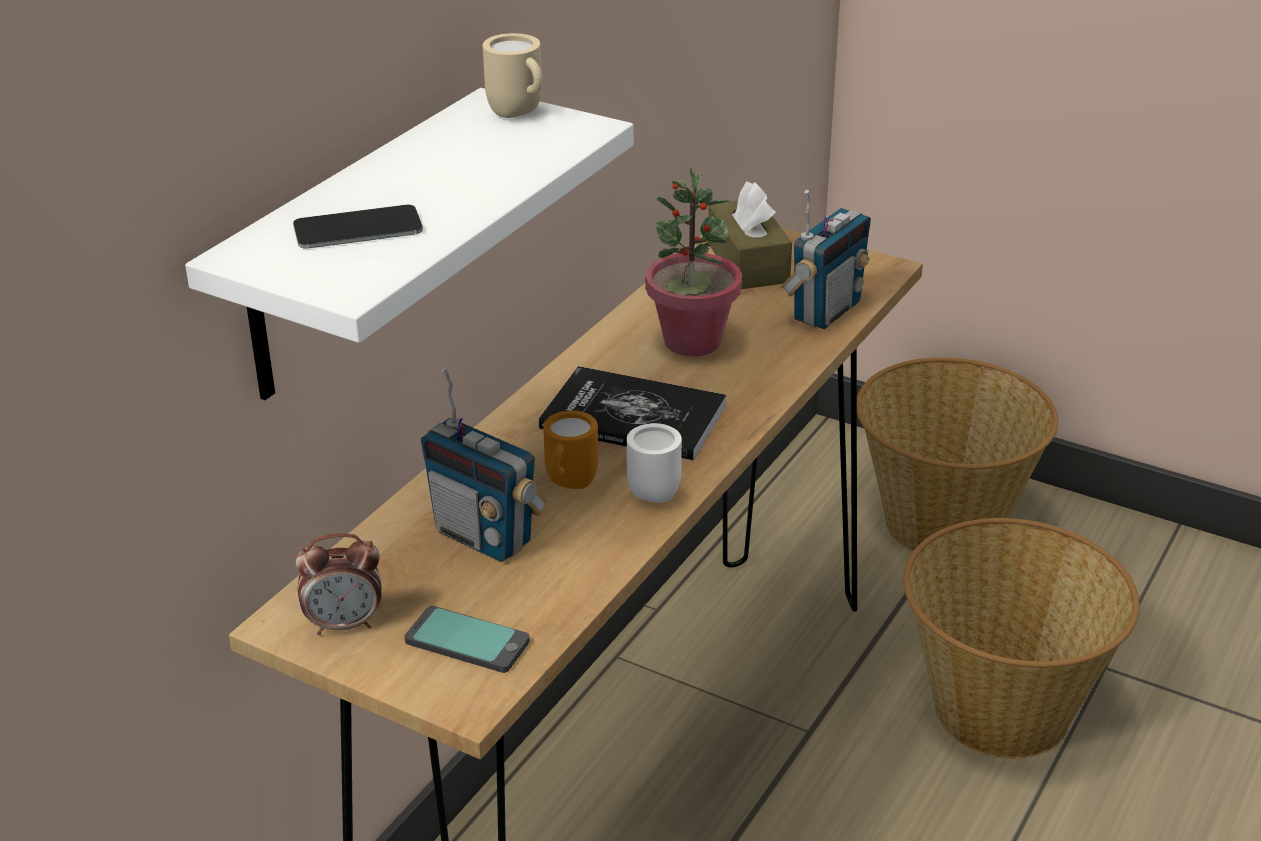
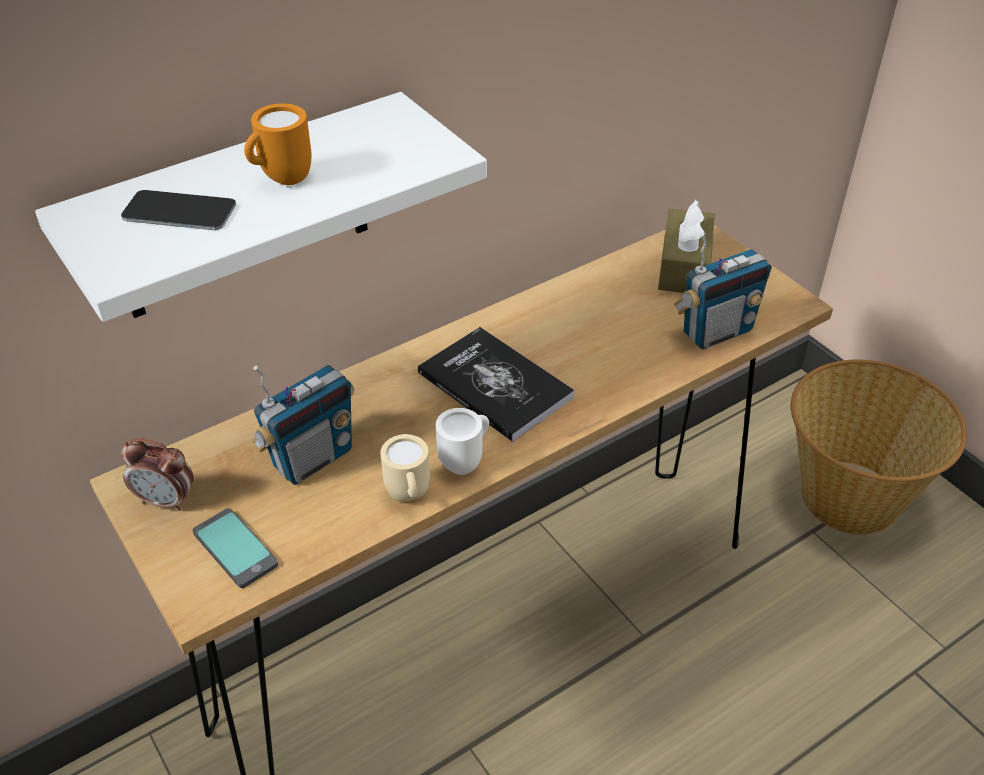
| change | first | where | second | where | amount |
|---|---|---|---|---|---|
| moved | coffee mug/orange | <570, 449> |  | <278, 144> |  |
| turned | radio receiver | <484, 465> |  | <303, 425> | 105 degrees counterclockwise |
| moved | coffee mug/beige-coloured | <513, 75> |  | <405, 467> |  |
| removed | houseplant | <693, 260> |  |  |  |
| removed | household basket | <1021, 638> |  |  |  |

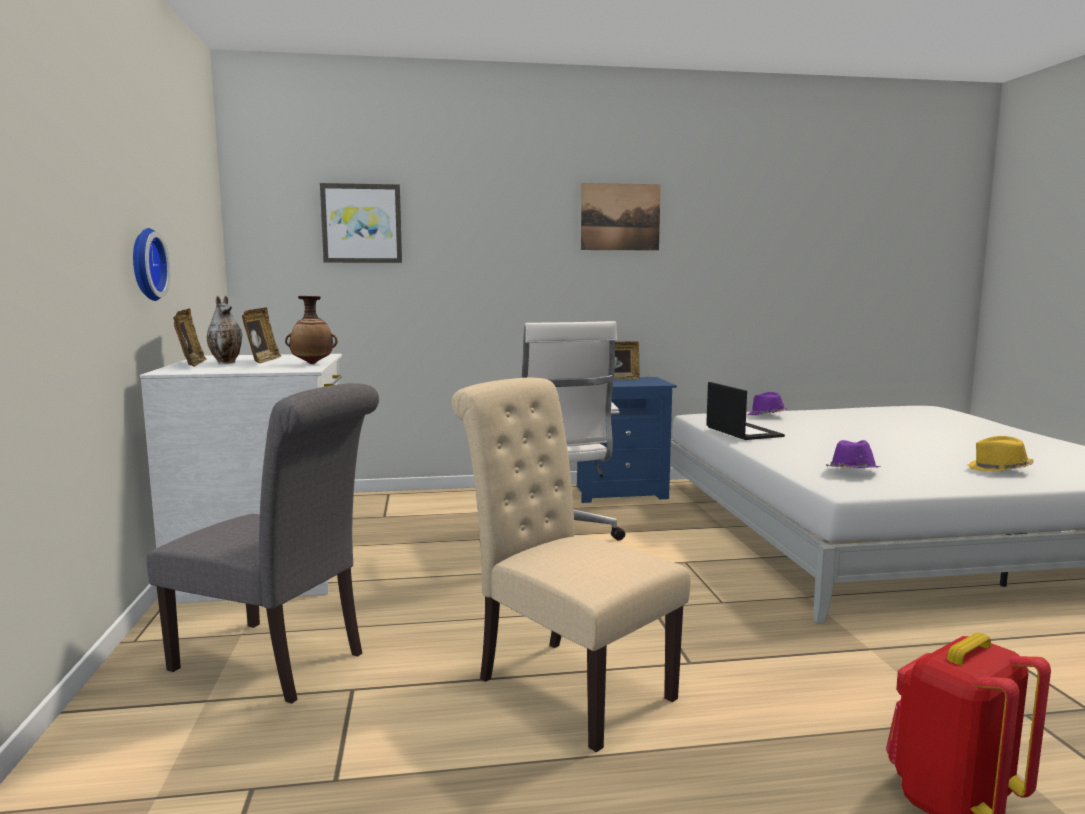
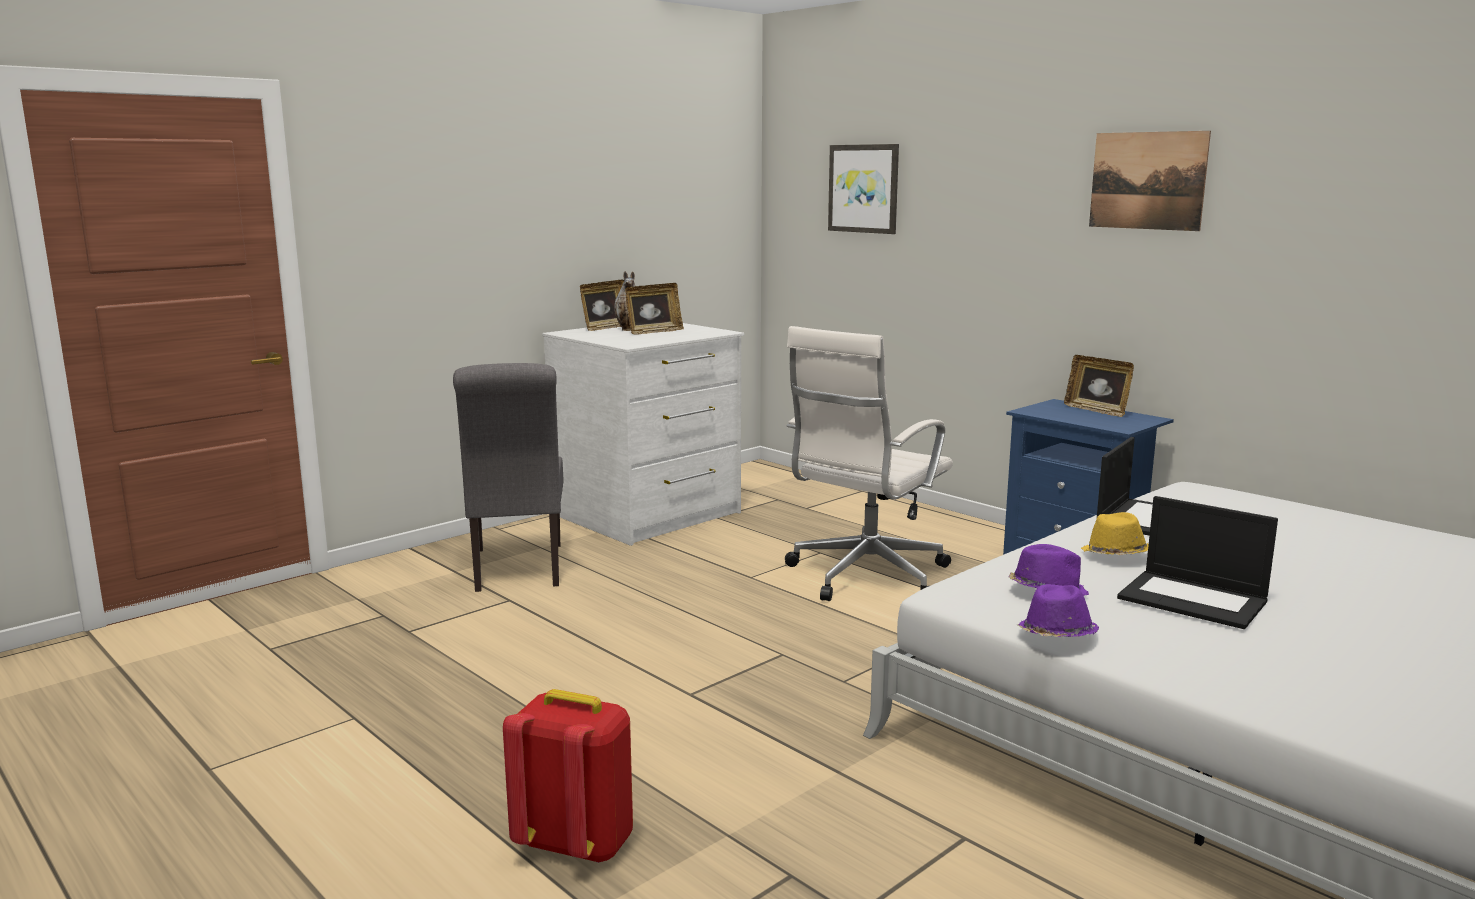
| change | first | where | second | where | amount |
|---|---|---|---|---|---|
| moved | hat/purplish | <768, 404> |  | <1058, 610> |  |
| moved | hat/yellow-coloured | <1000, 454> |  | <1115, 533> |  |
| added |  |  | notebook computer | <1197, 562> |  |
| removed | hanging clock | <151, 264> |  |  |  |
| removed | decorative vase | <311, 330> |  |  |  |
| removed | chair/beige-coloured | <571, 565> |  |  |  |

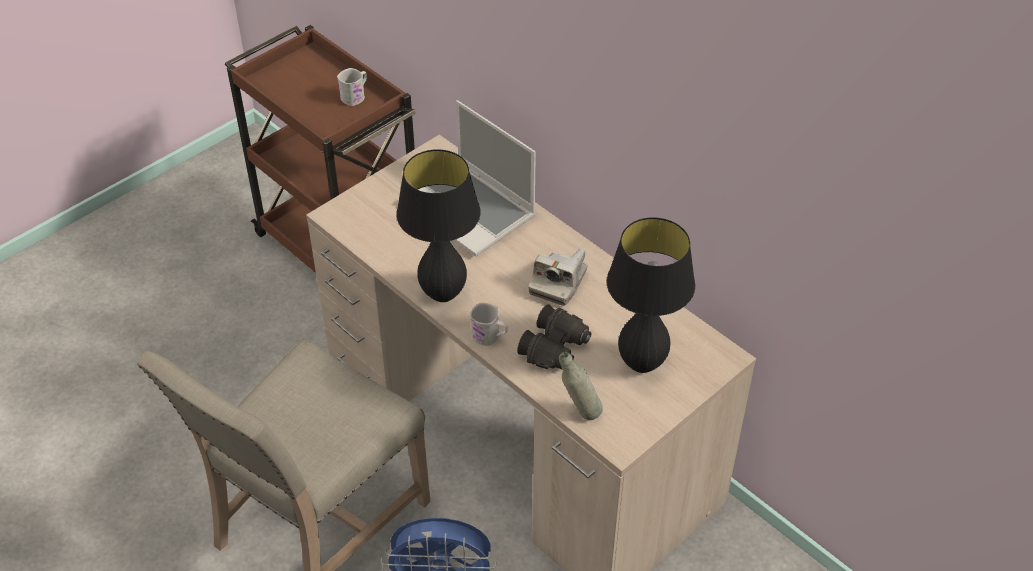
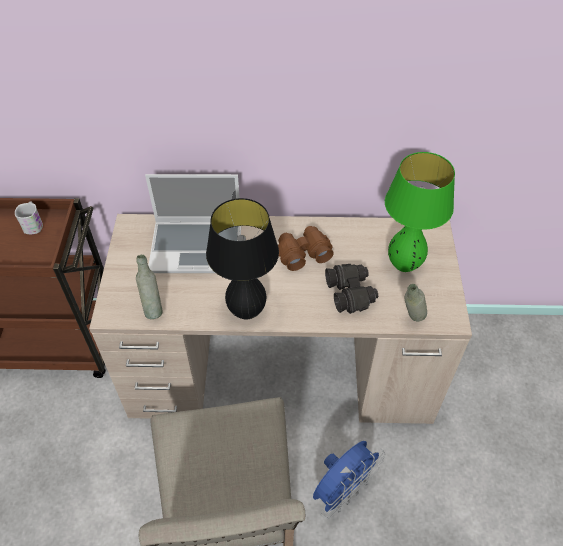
| change | first | where | second | where | amount |
|---|---|---|---|---|---|
| added |  |  | beverage bottle/greyish | <149, 286> |  |
| replaced | photo camera | <558, 277> | field glasses/brown | <306, 248> |  |
| recoloured | table lamp/blackish | <651, 295> | table lamp/green | <420, 212> |  |
| removed | coffee mug/whitish | <489, 324> |  |  |  |

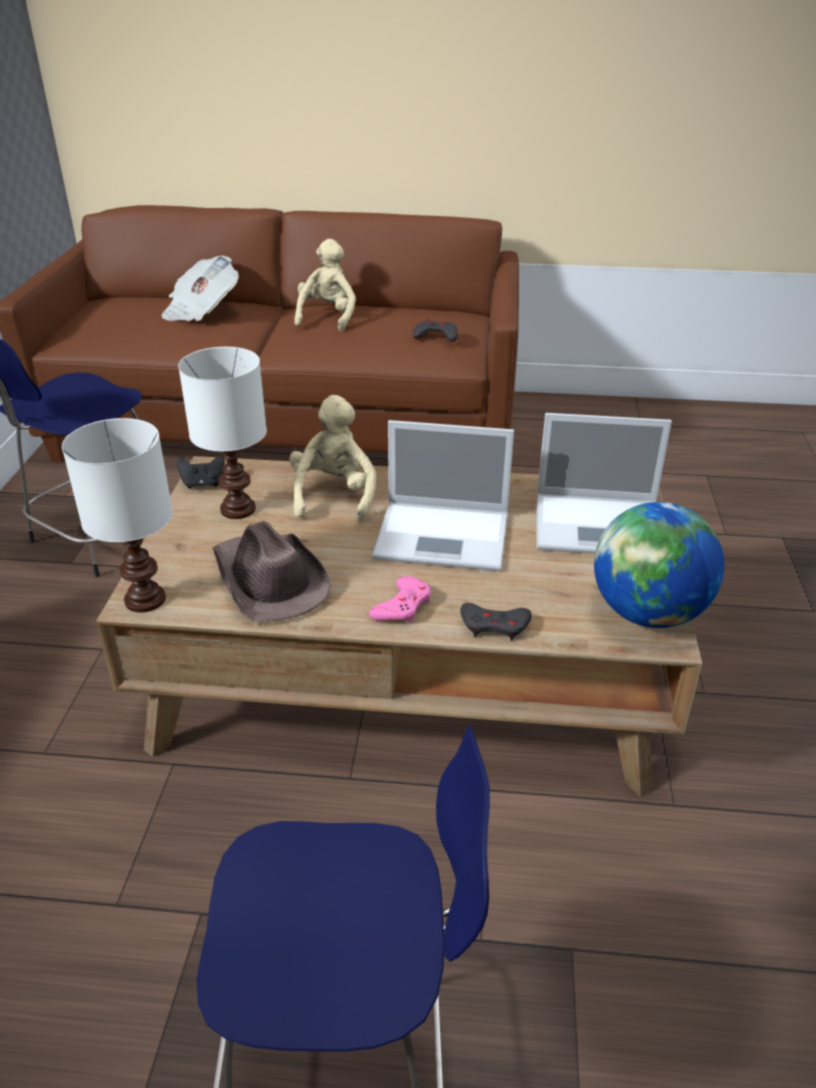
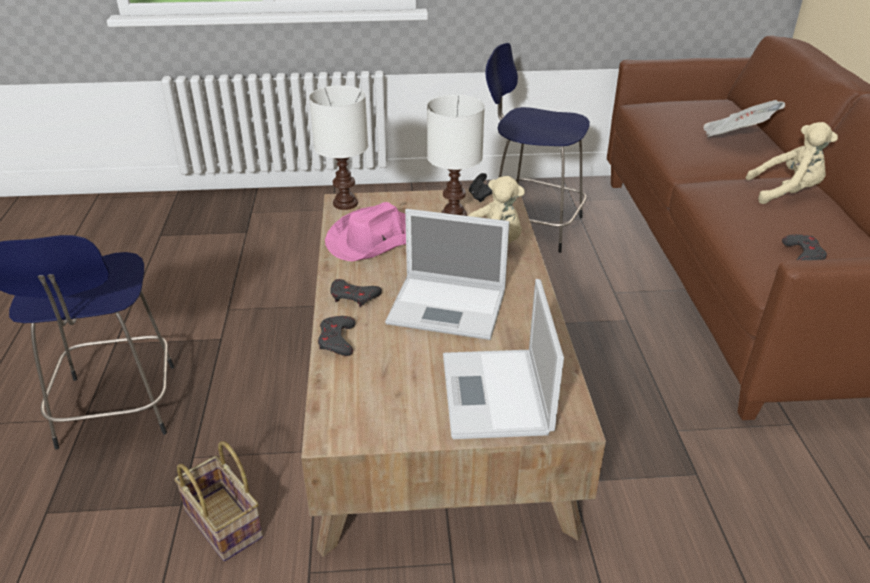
| change | first | where | second | where | amount |
|---|---|---|---|---|---|
| added |  |  | household basket | <218, 501> |  |
| recoloured | hat/brown | <271, 571> | hat/pink-coloured | <365, 231> |  |
| recoloured | gamepad/pink-coloured | <400, 599> | gamepad/greyish | <356, 293> |  |
| turned | notebook computer | <443, 495> |  | <447, 274> | 75 degrees counterclockwise |
| removed | desk globe | <659, 565> |  |  |  |

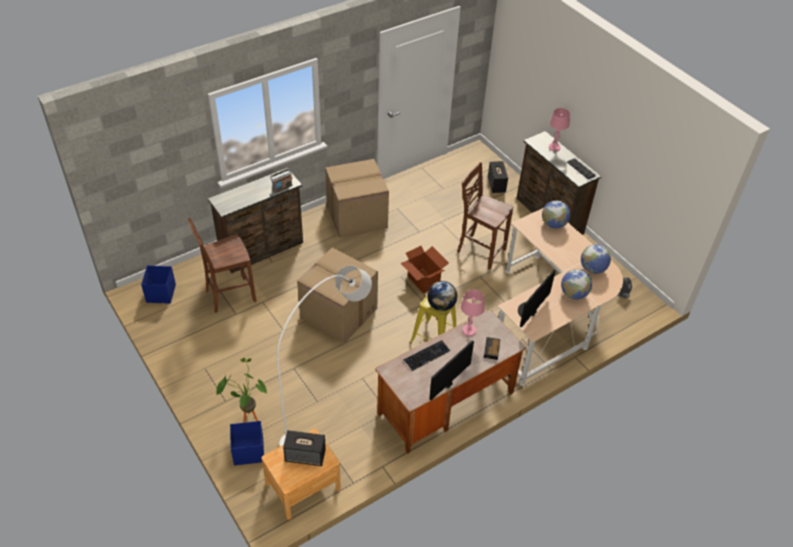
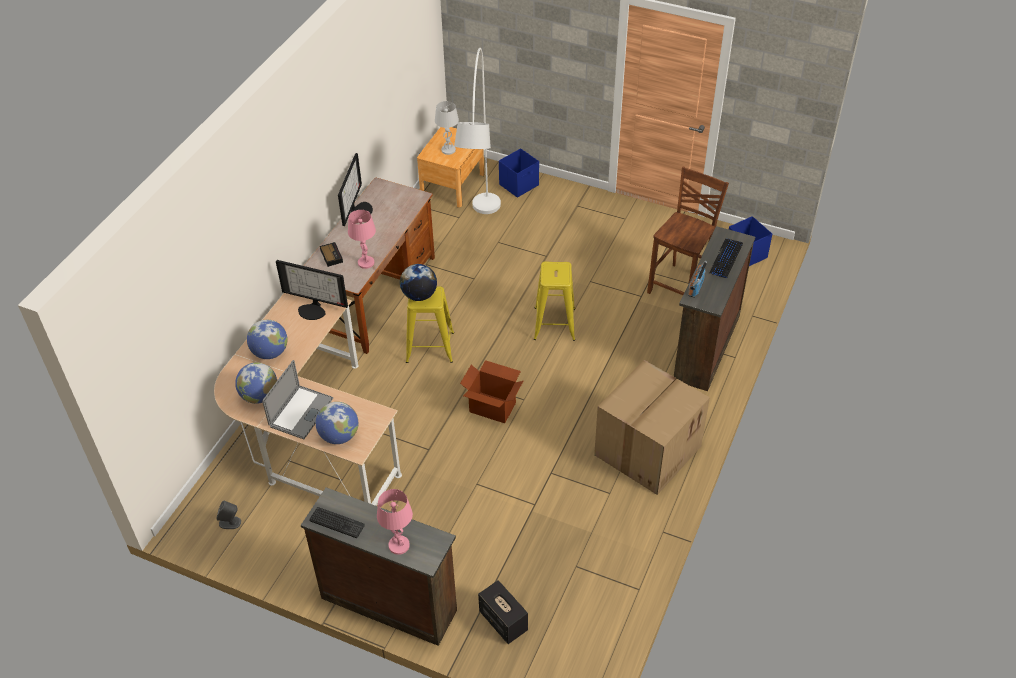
| change | first | where | second | where | amount |
|---|---|---|---|---|---|
| added |  |  | notebook computer | <297, 399> |  |
| turned | computer display | <537, 298> |  | <312, 290> | 105 degrees clockwise |
| replaced | speaker | <304, 448> | table lamp/whitish | <447, 128> |  |
| replaced | cardboard box | <337, 295> | stool/yellow-coloured | <554, 301> |  |
| moved | computer keyboard | <426, 355> |  | <726, 259> |  |
| removed | houseplant | <241, 390> |  |  |  |
| removed | chair/brown | <485, 216> |  |  |  |

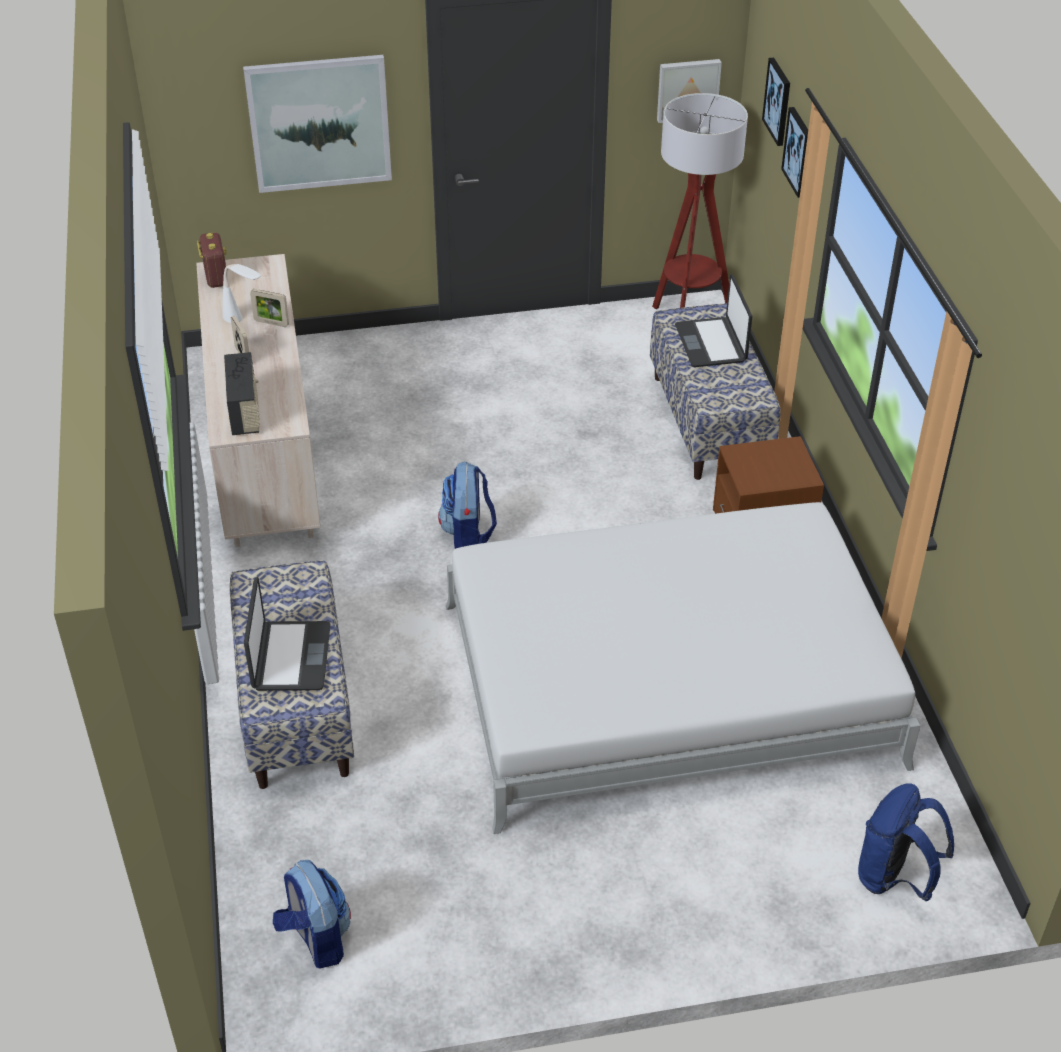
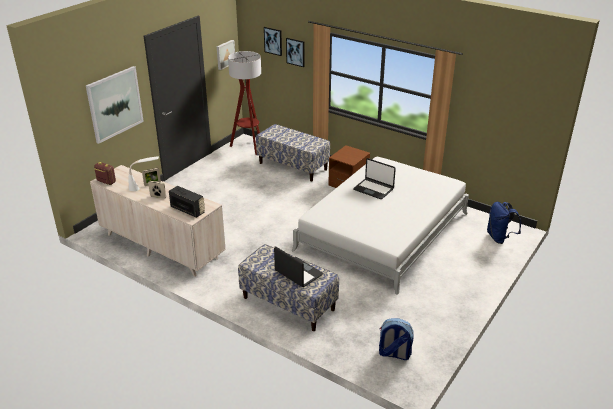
| change | first | where | second | where | amount |
|---|---|---|---|---|---|
| moved | notebook computer | <713, 320> |  | <374, 178> |  |
| removed | backpack | <467, 505> |  |  |  |

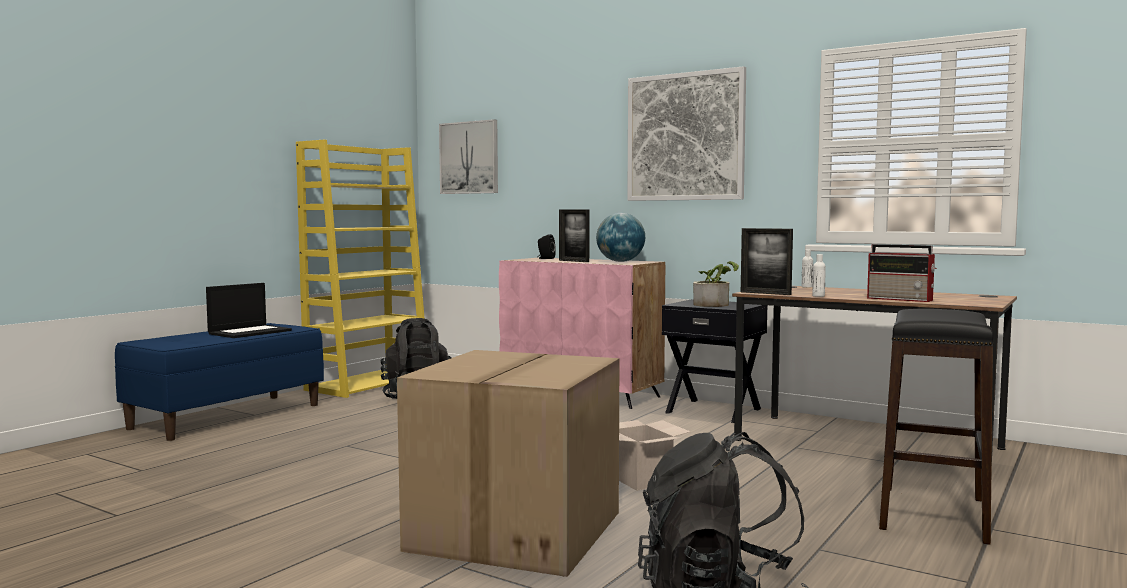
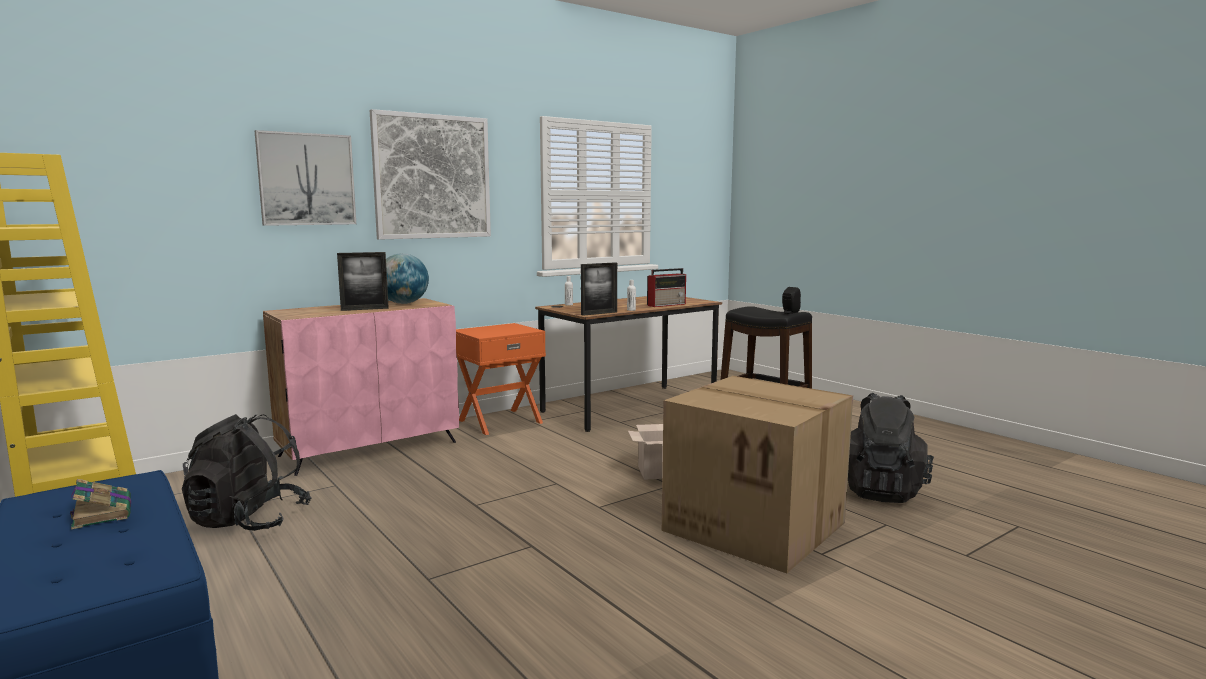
| change | first | where | second | where | amount |
|---|---|---|---|---|---|
| replaced | notebook computer | <249, 310> | volume | <100, 504> |  |
| moved | picture | <468, 156> |  | <305, 178> |  |
| recoloured | bedside table/blackish | <715, 361> | bedside table/orange | <501, 379> |  |
| moved | speaker/blackish | <547, 246> |  | <791, 300> |  |
| removed | houseplant | <716, 284> |  |  |  |

